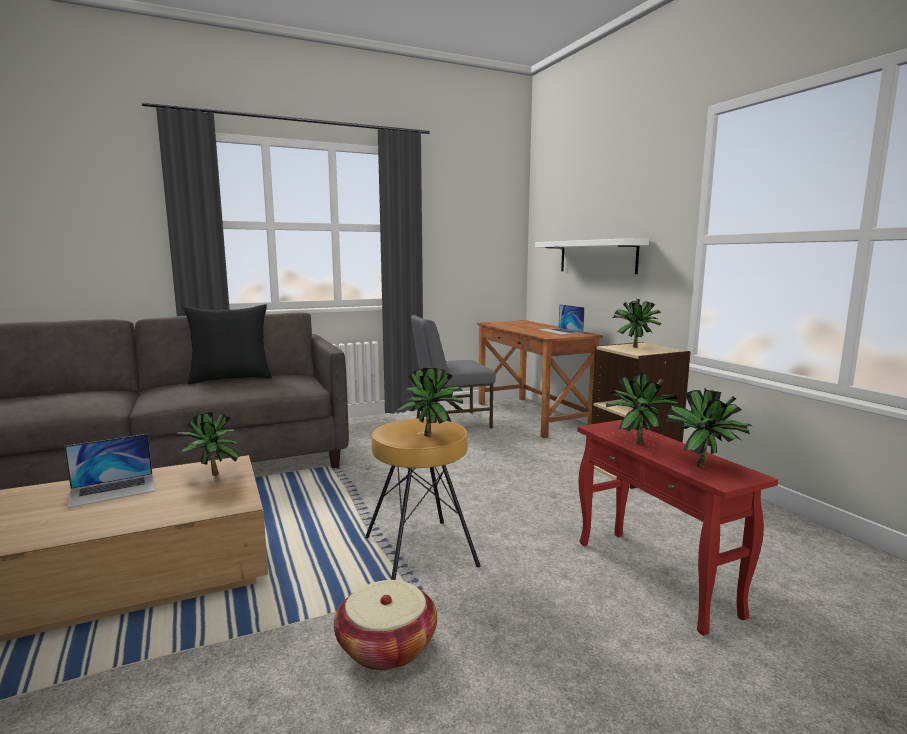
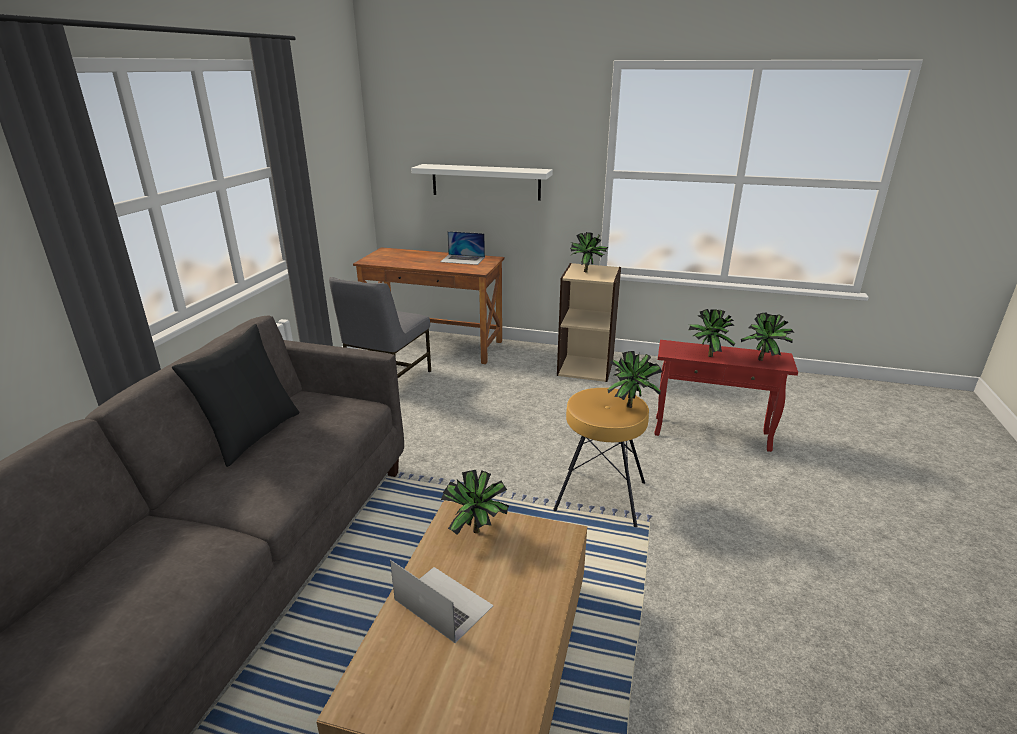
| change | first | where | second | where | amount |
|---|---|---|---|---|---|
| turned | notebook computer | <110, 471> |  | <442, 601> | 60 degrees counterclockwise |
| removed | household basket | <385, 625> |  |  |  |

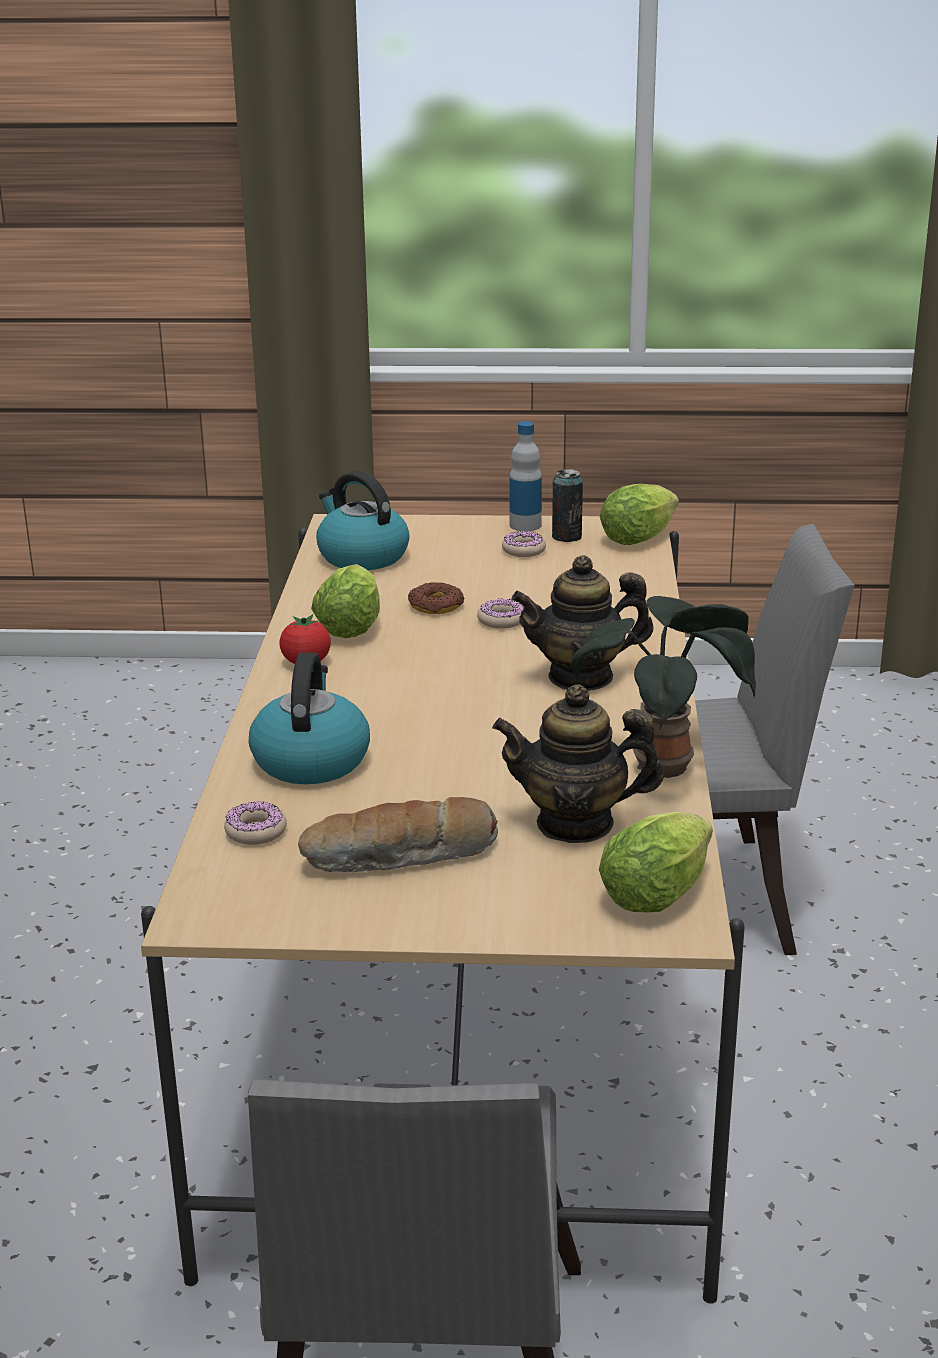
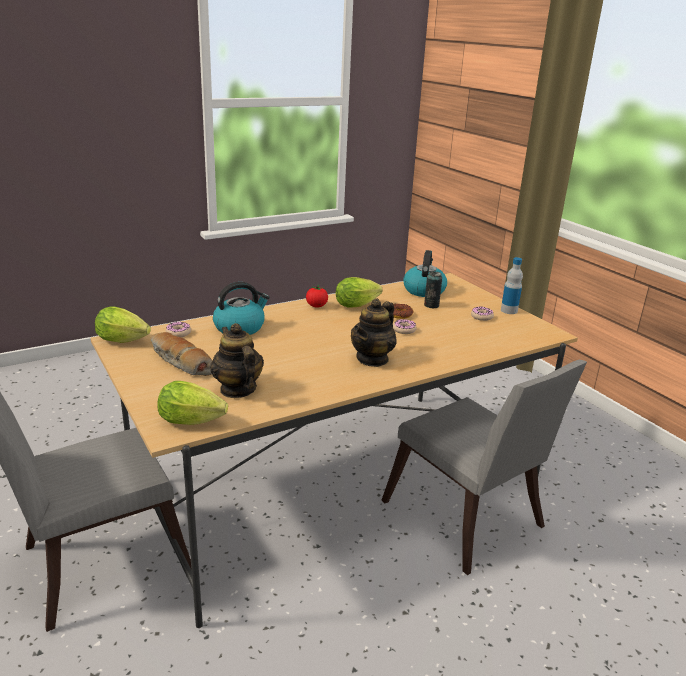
| change | first | where | second | where | amount |
|---|---|---|---|---|---|
| moved | head of lettuce | <639, 514> |  | <123, 325> |  |
| turned | tea pot | <582, 623> |  | <374, 332> | 105 degrees counterclockwise |
| moved | can | <567, 505> |  | <433, 289> |  |
| removed | houseplant | <663, 687> |  |  |  |

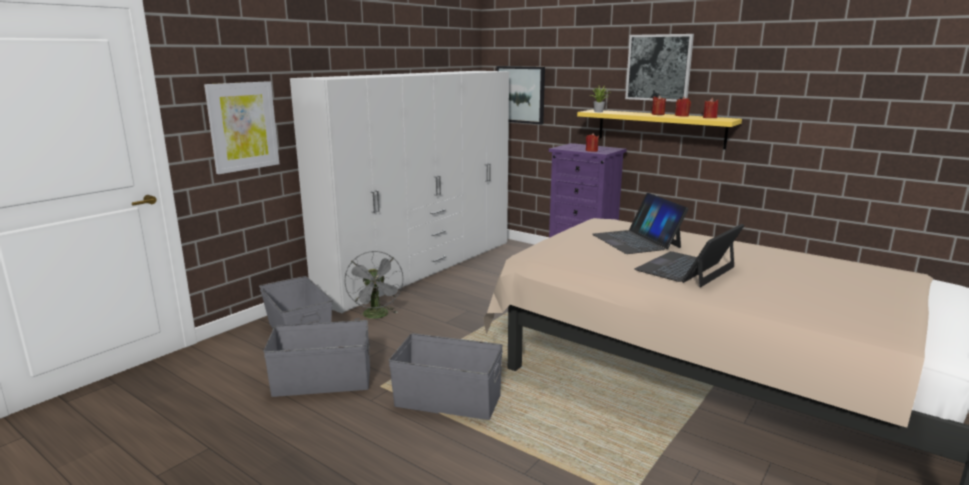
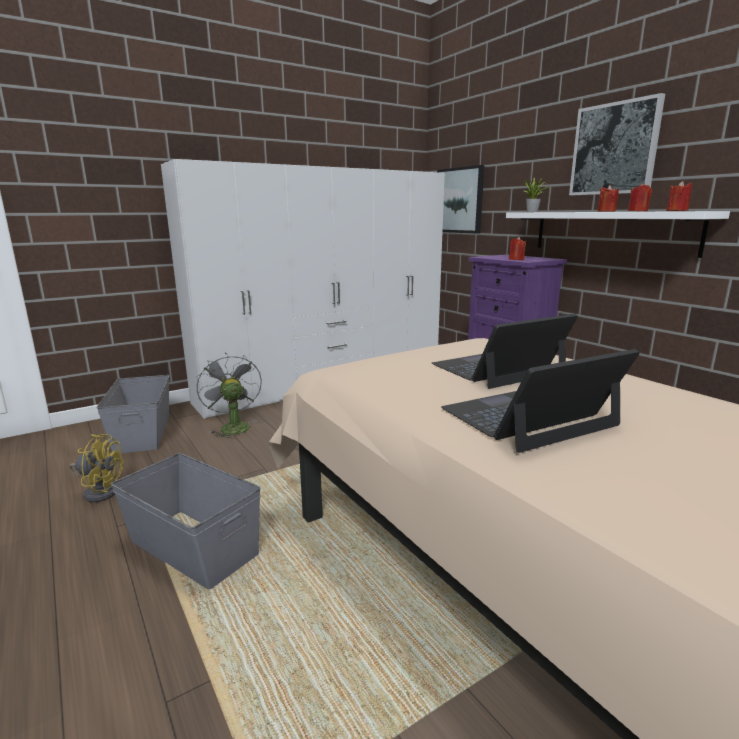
| change | first | where | second | where | amount |
|---|---|---|---|---|---|
| replaced | storage bin/greyish | <316, 358> | electric fan/yellow-coloured | <96, 468> |  |
| turned | electric fan/greyish | <374, 285> |  | <229, 396> | 150 degrees clockwise |
| turned | notebook computer | <640, 223> |  | <505, 351> | 60 degrees clockwise |
| recoloured | bracket shelf/yellow-coloured | <659, 130> | bracket shelf/whitish | <618, 234> |  |
| removed | picture | <242, 127> |  |  |  |

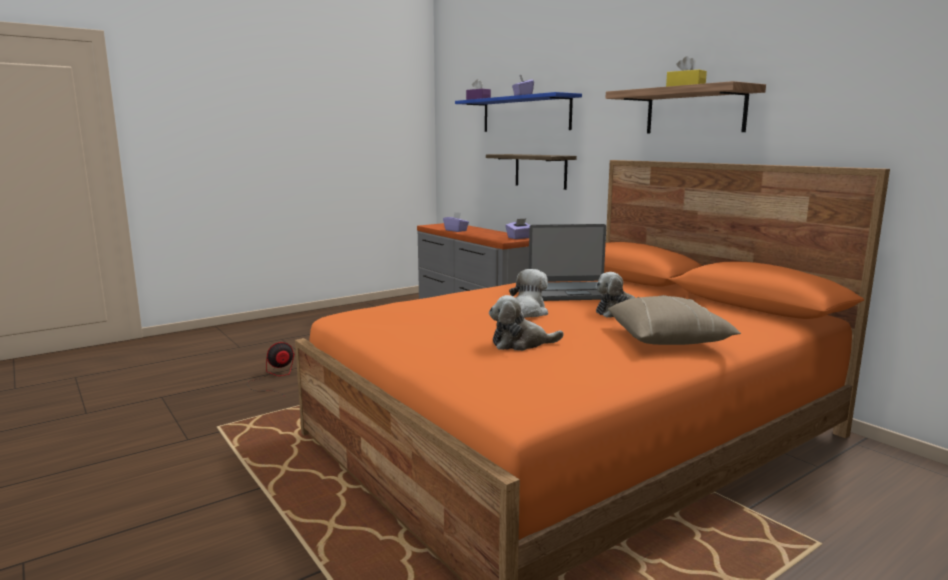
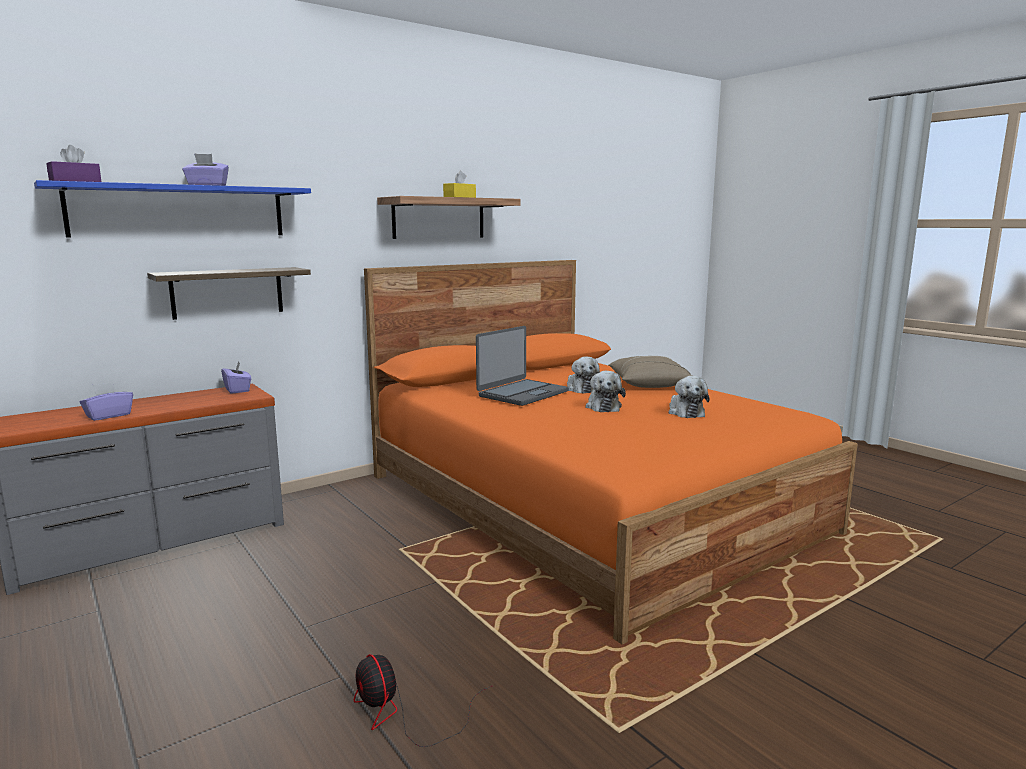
| change | first | where | second | where | amount |
|---|---|---|---|---|---|
| turned | notebook computer | <567, 262> |  | <522, 366> | 45 degrees clockwise |
| turned | plush toy | <528, 293> |  | <605, 391> | 120 degrees counterclockwise |

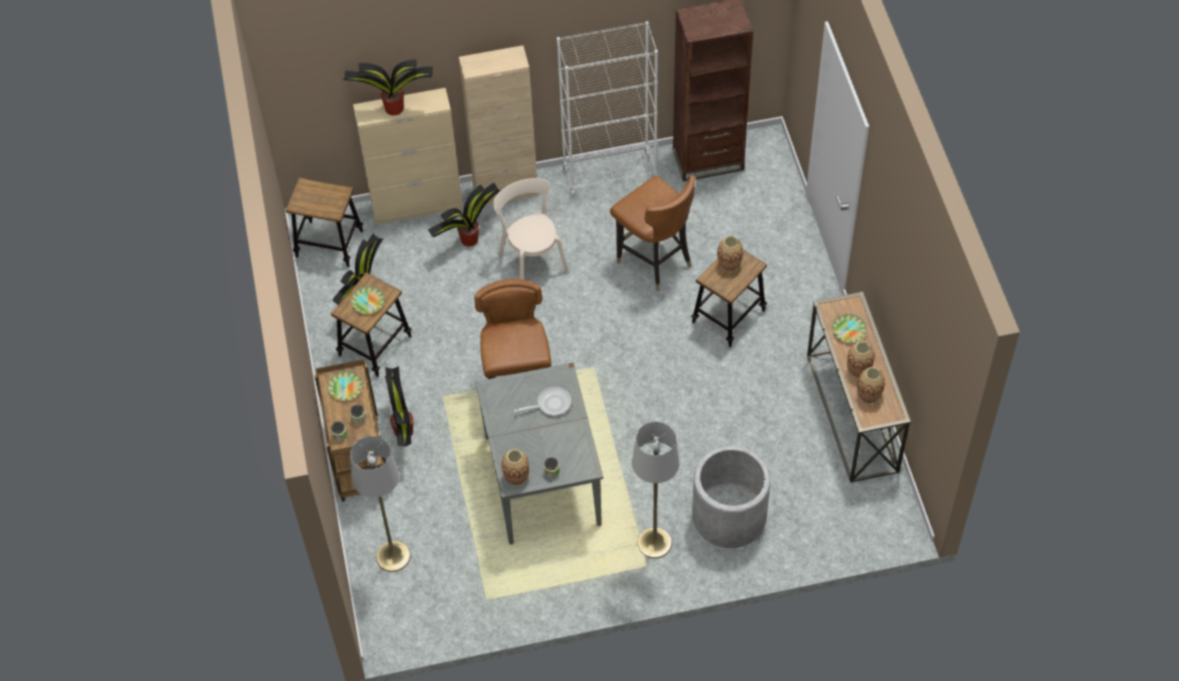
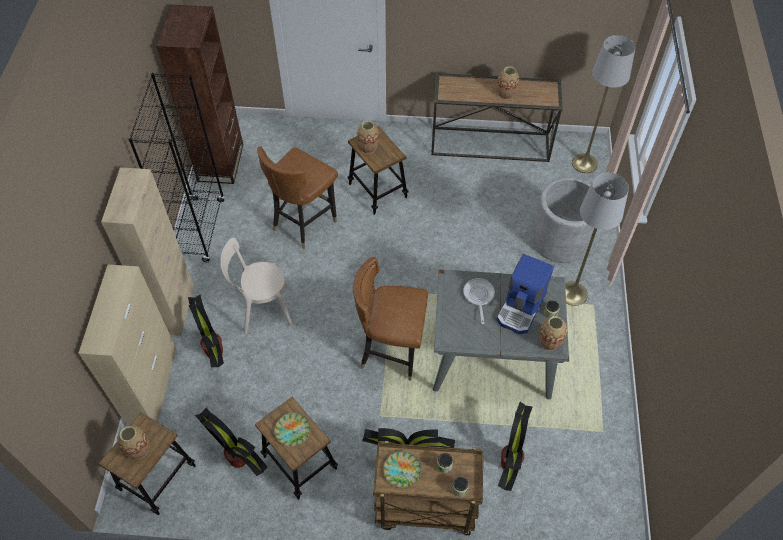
| change | first | where | second | where | amount |
|---|---|---|---|---|---|
| moved | decorative vase | <871, 385> |  | <133, 442> |  |
| recoloured | shelving unit/whitish | <607, 108> | shelving unit/blackish | <176, 167> |  |
| turned | chair/brown | <652, 233> |  | <297, 197> | 150 degrees clockwise |
| added |  |  | coffee machine | <525, 294> |  |
| moved | houseplant | <388, 88> |  | <515, 446> |  |
| moved | standing lamp/greyish | <380, 504> |  | <604, 104> |  |
| removed | plate | <849, 328> |  |  |  |

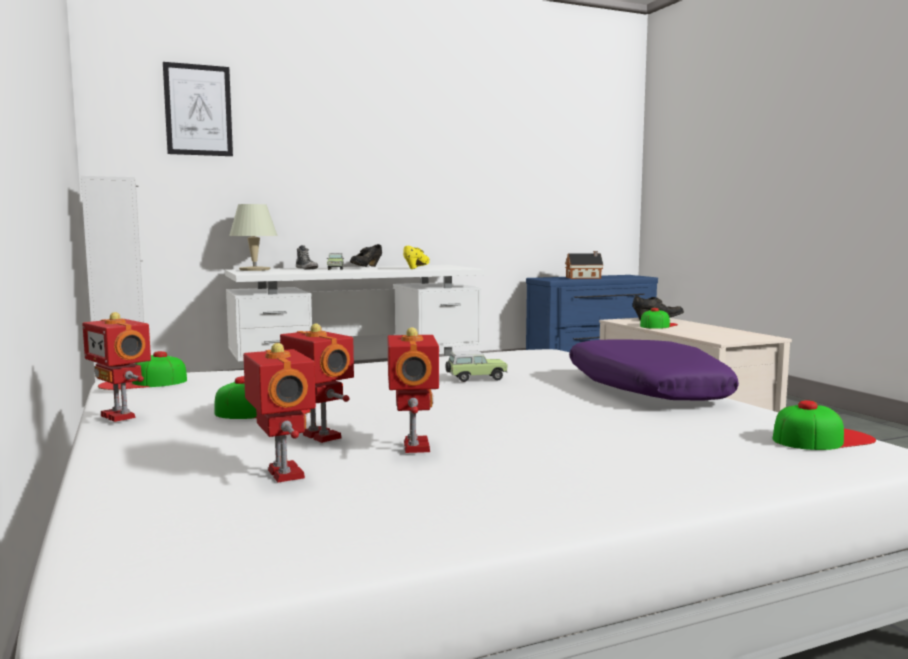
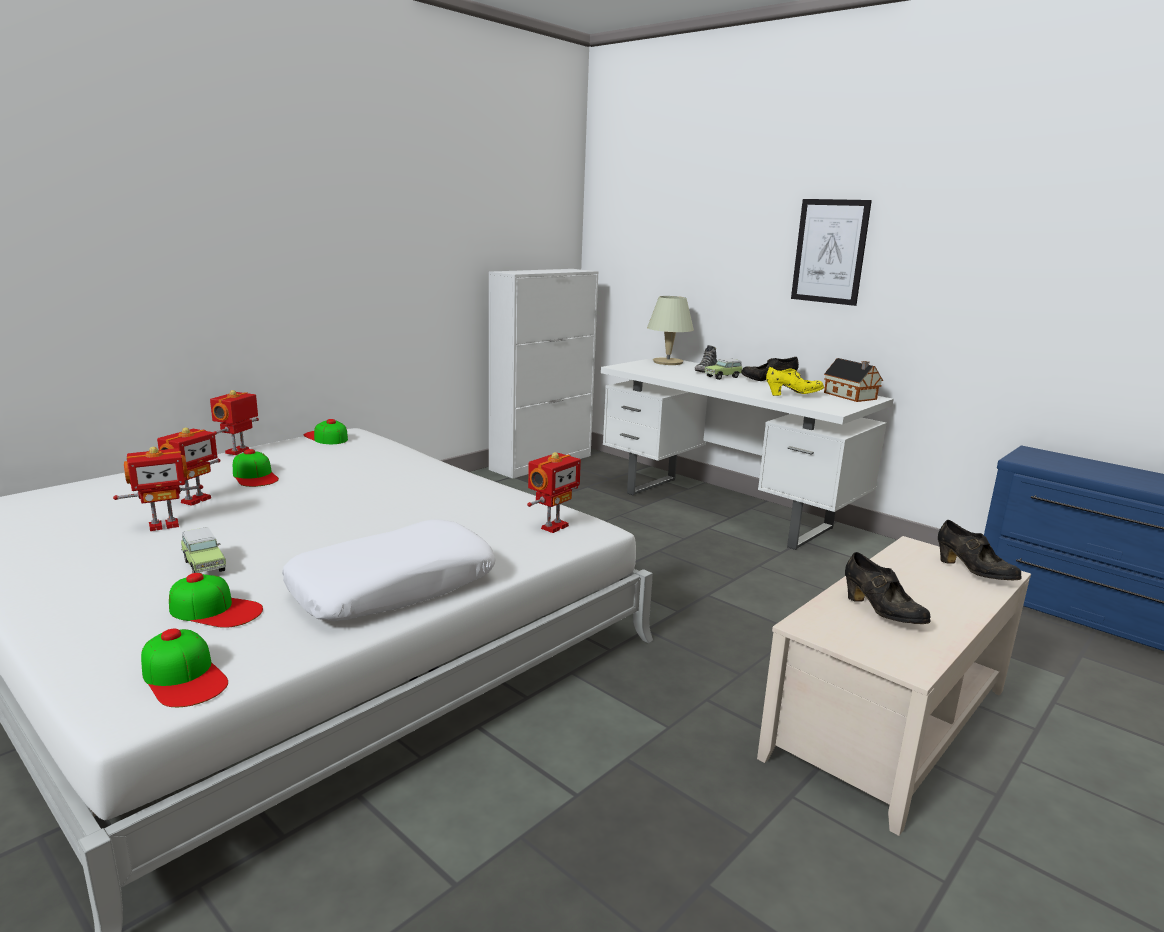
| change | first | where | second | where | amount |
|---|---|---|---|---|---|
| moved | peaked cap | <659, 318> |  | <216, 600> |  |
| moved | toy car | <476, 366> |  | <203, 550> |  |
| recoloured | pillow/purplish | <654, 370> | pillow/whitish | <388, 570> |  |
| moved | toy robot | <279, 413> |  | <554, 492> |  |
| moved | picture | <198, 109> |  | <831, 252> |  |
| moved | model house | <584, 265> |  | <853, 380> |  |
| added |  |  | item of footwear/blackish | <888, 588> |  |

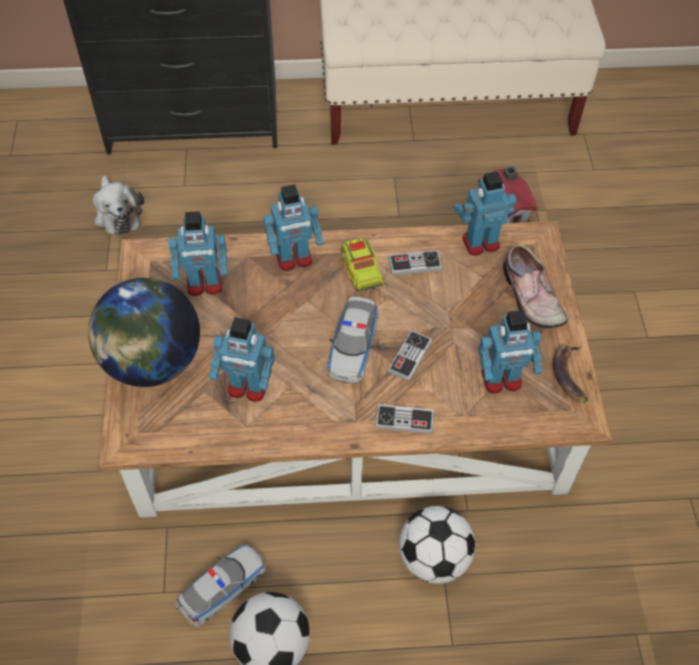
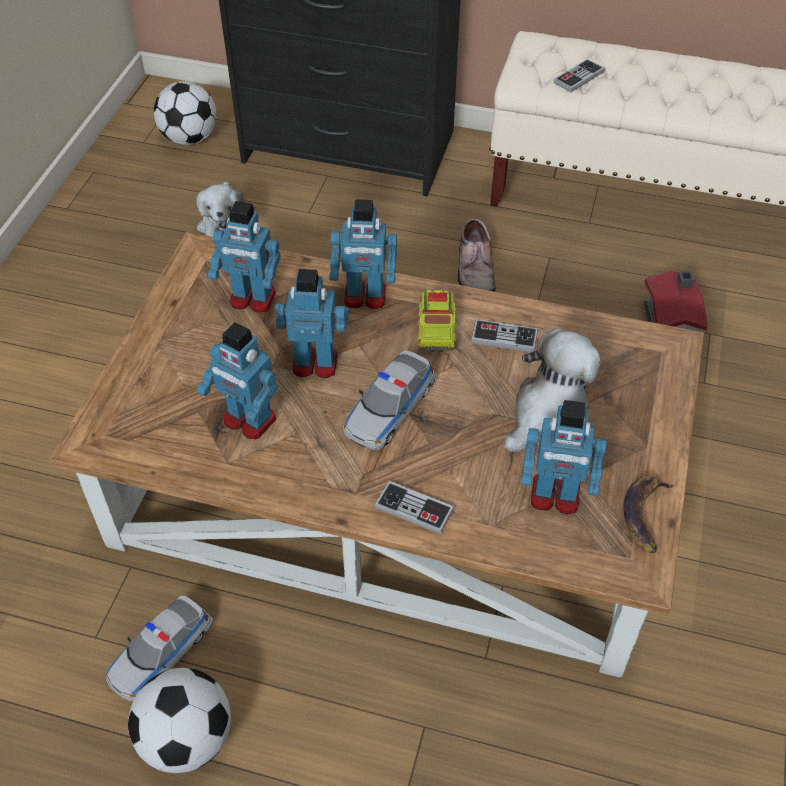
| change | first | where | second | where | amount |
|---|---|---|---|---|---|
| turned | toy car | <220, 586> |  | <159, 649> | 150 degrees clockwise |
| moved | football | <437, 545> |  | <185, 113> |  |
| moved | toy robot | <485, 213> |  | <312, 323> |  |
| moved | item of footwear | <535, 286> |  | <477, 255> |  |
| added |  |  | plush toy | <552, 390> |  |
| moved | gamepad | <410, 356> |  | <579, 75> |  |
| removed | desk globe | <144, 332> |  |  |  |

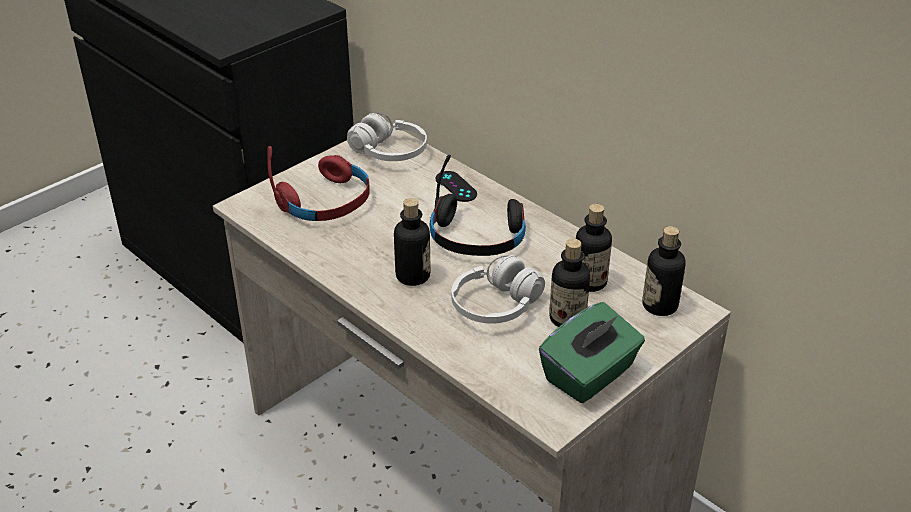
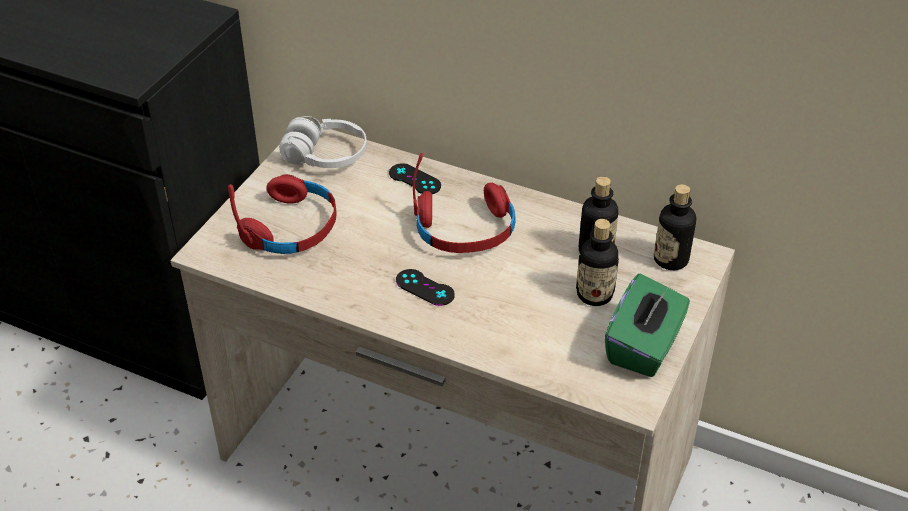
| change | first | where | second | where | amount |
|---|---|---|---|---|---|
| replaced | beverage bottle | <412, 242> | gamepad/blackish | <425, 287> |  |
| recoloured | pair of headphones/blackish | <478, 205> | pair of headphones/red-coloured | <464, 203> |  |
| removed | pair of headphones/whitish | <498, 289> |  |  |  |

